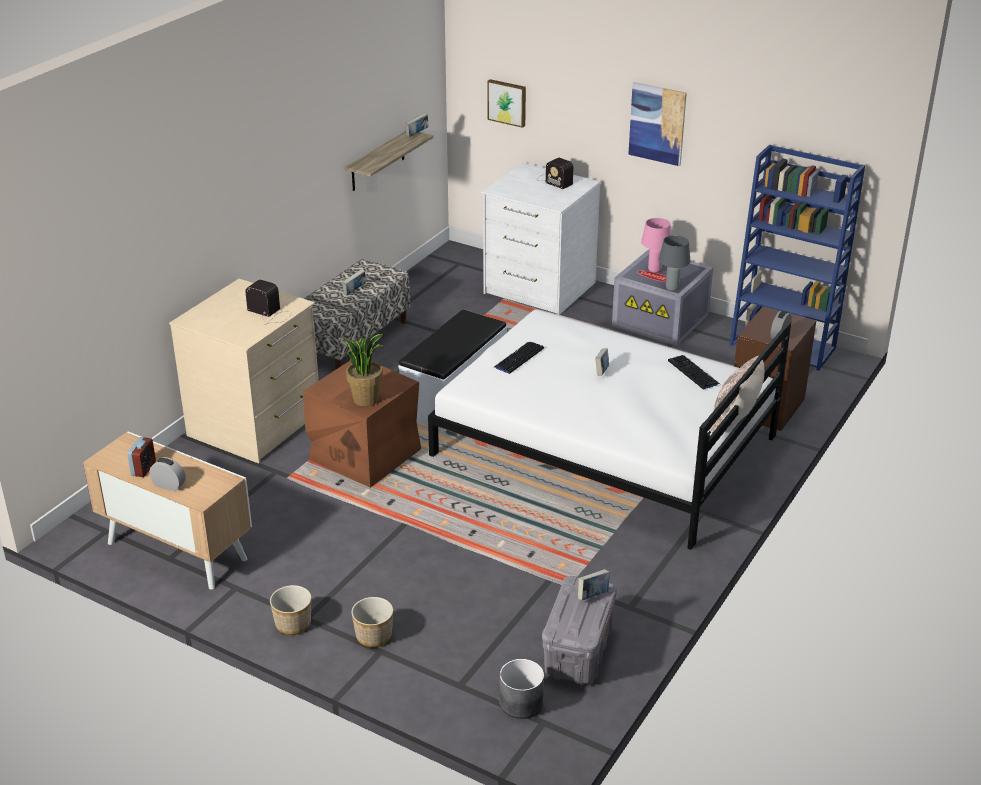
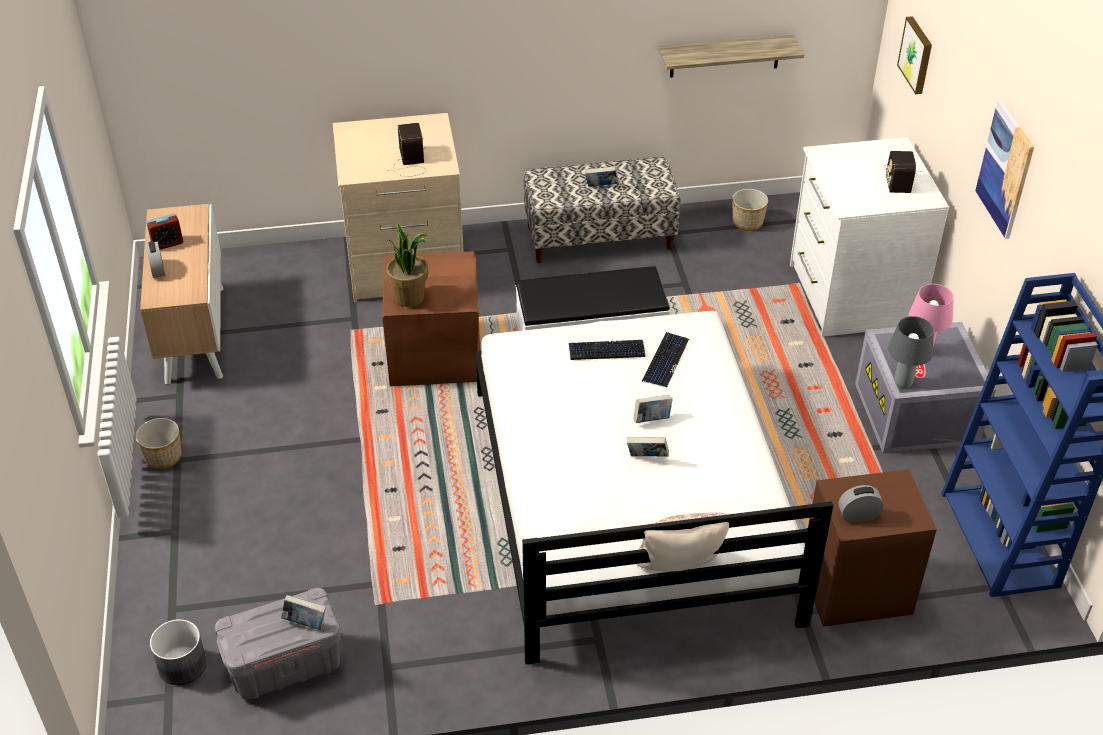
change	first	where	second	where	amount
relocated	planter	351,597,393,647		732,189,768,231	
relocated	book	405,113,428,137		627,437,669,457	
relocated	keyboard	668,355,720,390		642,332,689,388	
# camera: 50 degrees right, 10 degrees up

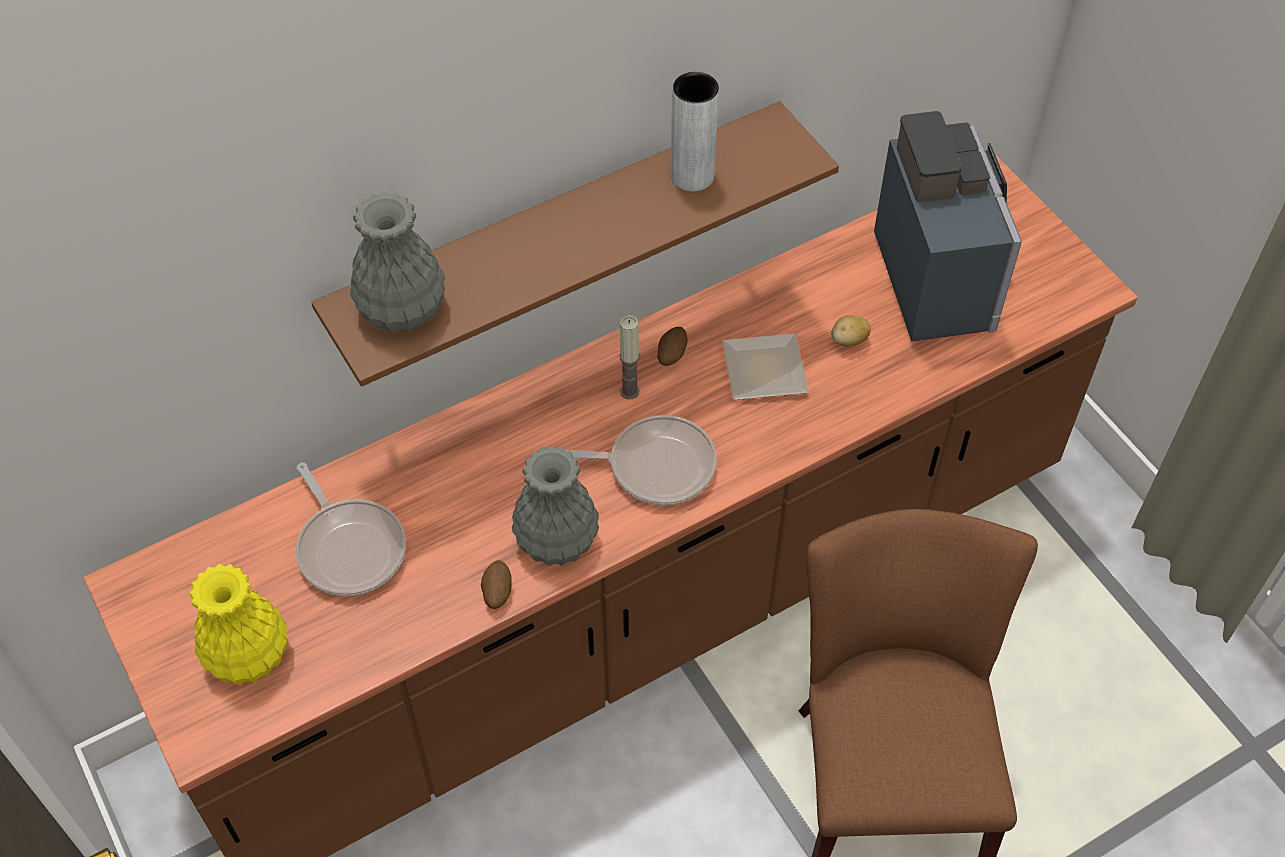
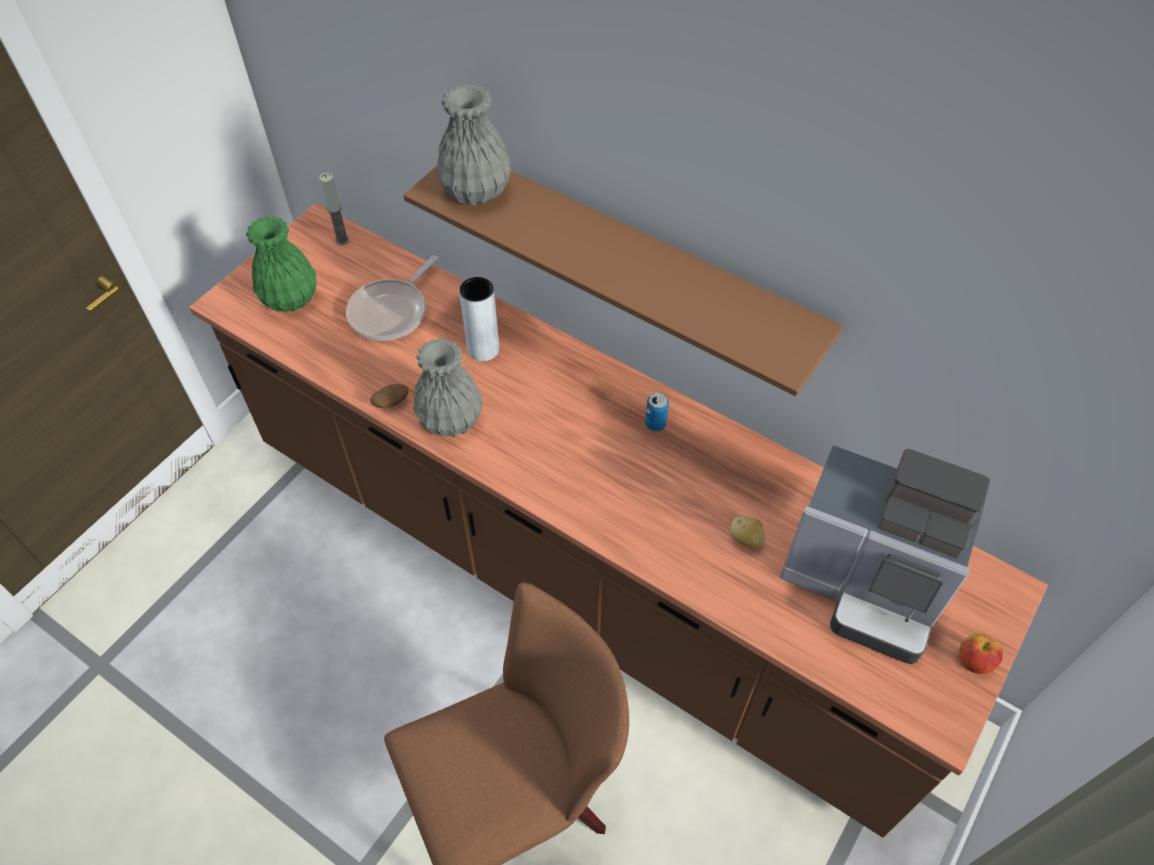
change	first	where	second	where	amount
missing	frying pan	565,415,717,506			
missing	plate	722,333,808,400			
appeared			apple	959,633,1003,674	
relocated	candle	619,315,640,399		319,173,349,245	
relocated	grey vase	671,72,719,191		459,277,499,361	
exchanged	potato	657,327,688,366	can	645,393,669,431	
colour	yellow vase	189,564,288,685	green vase	246,216,317,312	
spun	coffee machine	874,111,1022,342		780,445,990,664	60 degrees clockwise
# camera: 65 degrees right, 0 degrees up

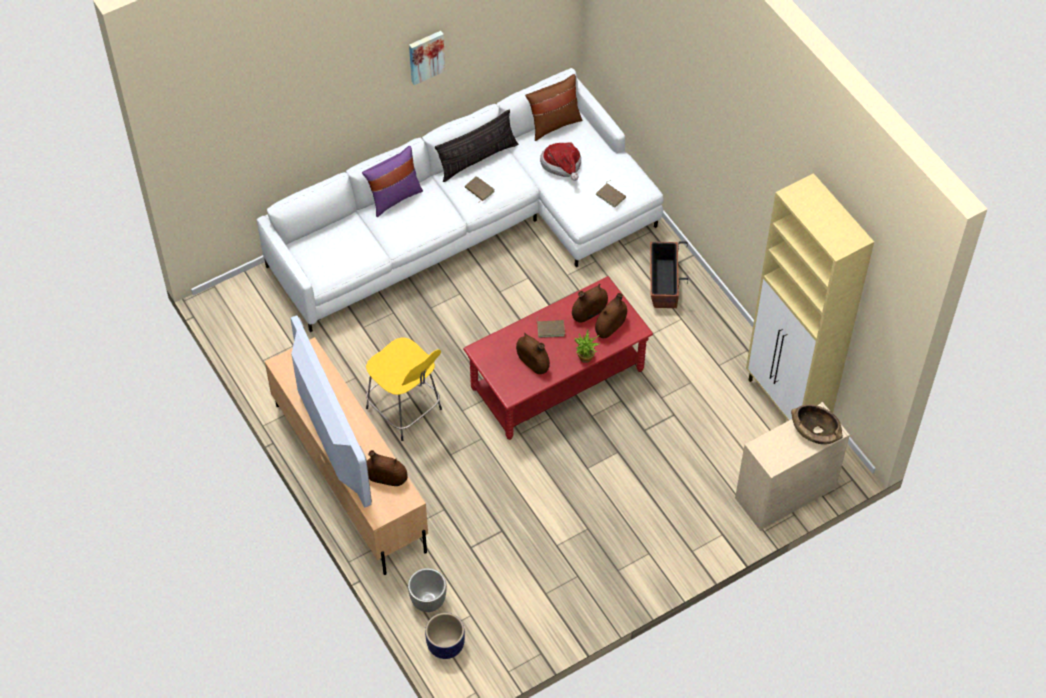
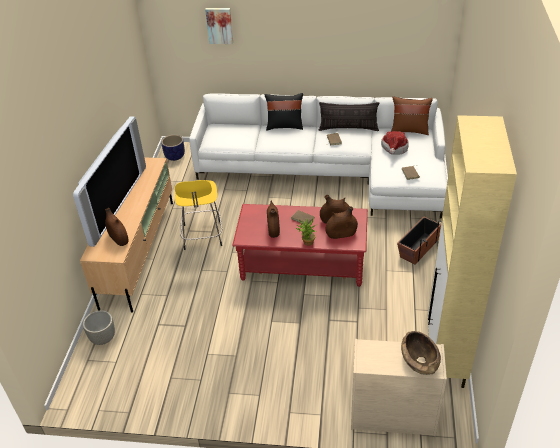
change	first	where	second	where	amount
relocated	picture	409,31,445,85		205,8,233,44	
relocated	planter	425,613,465,659		161,135,185,161	
colour	purple pillow	362,146,423,217	black pillow	264,93,303,130	
# camera: 40 degrees right, 15 degrees down

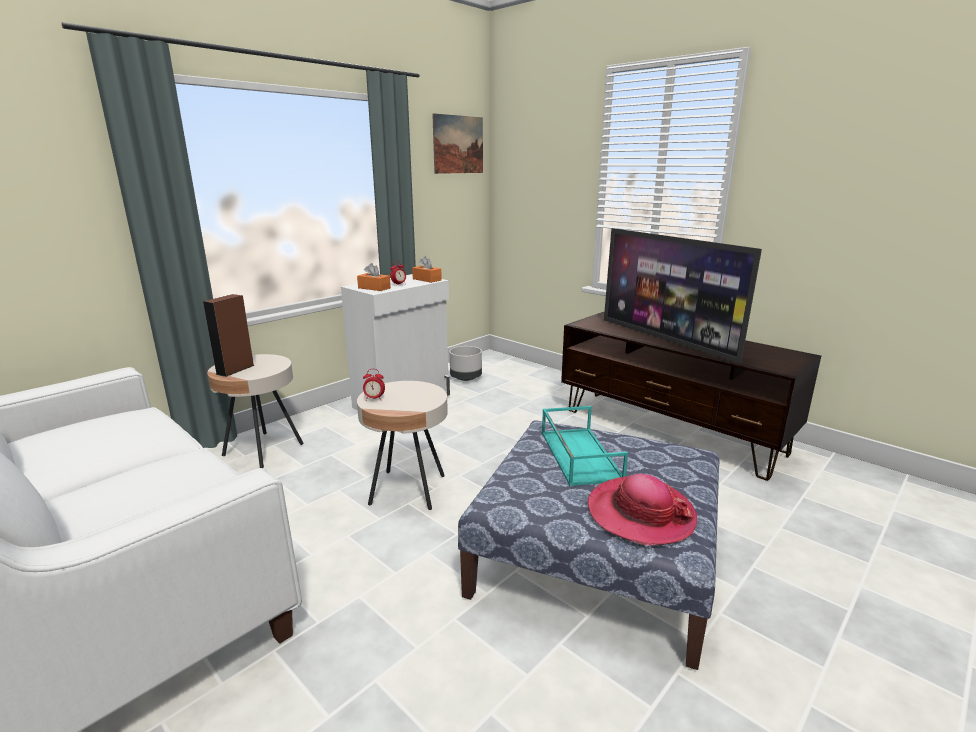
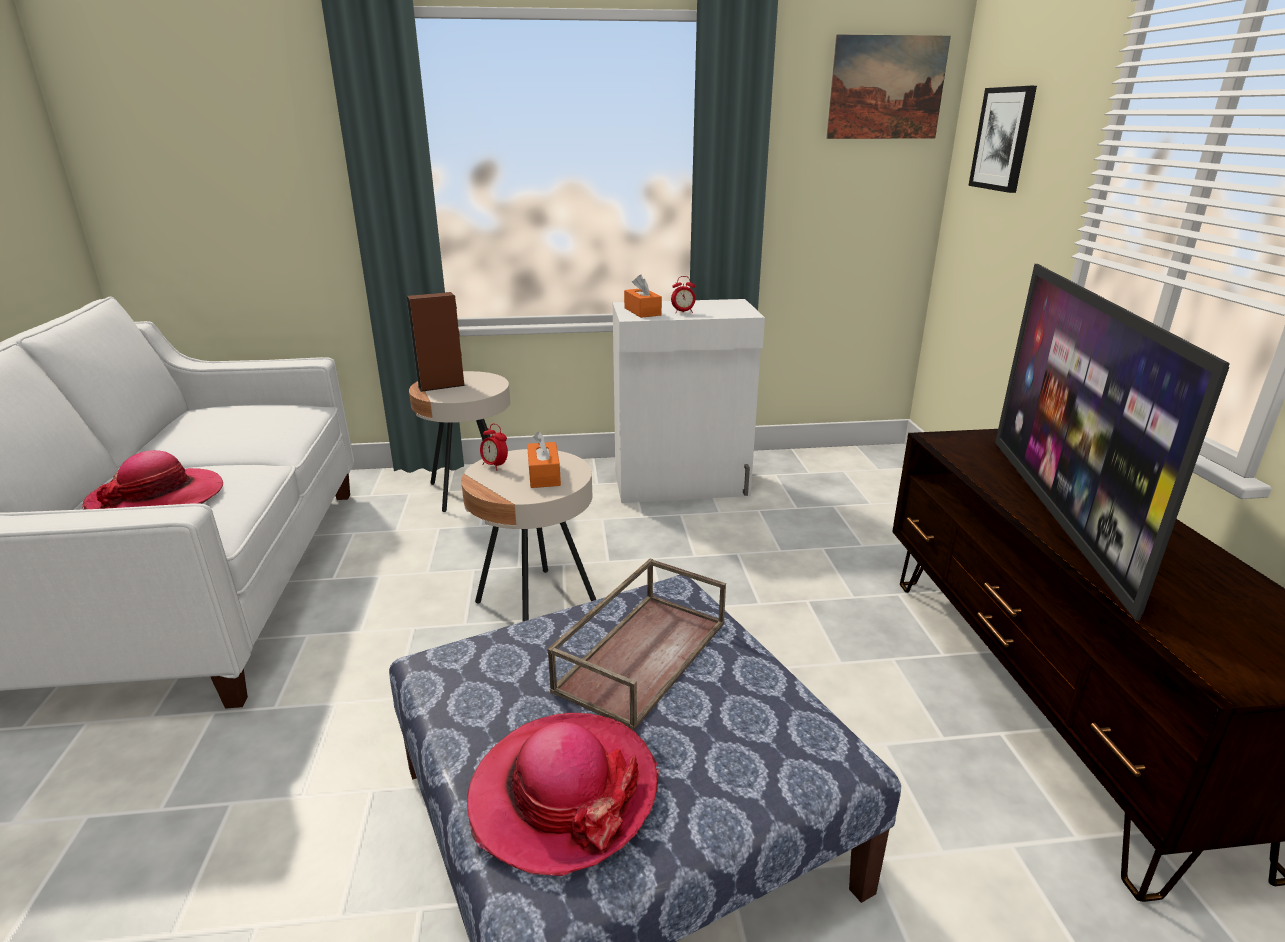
change	first	where	second	where	amount
missing	grey planter	450,346,482,381			
appeared			hat	82,450,223,509	
appeared			picture	968,86,1037,193	
relocated	orange tissue box	412,256,442,283		527,431,561,488	
colour	turquoise tray	542,406,628,486	brown tray	547,558,726,731	
# camera: 40 degrees right, 5 degrees up

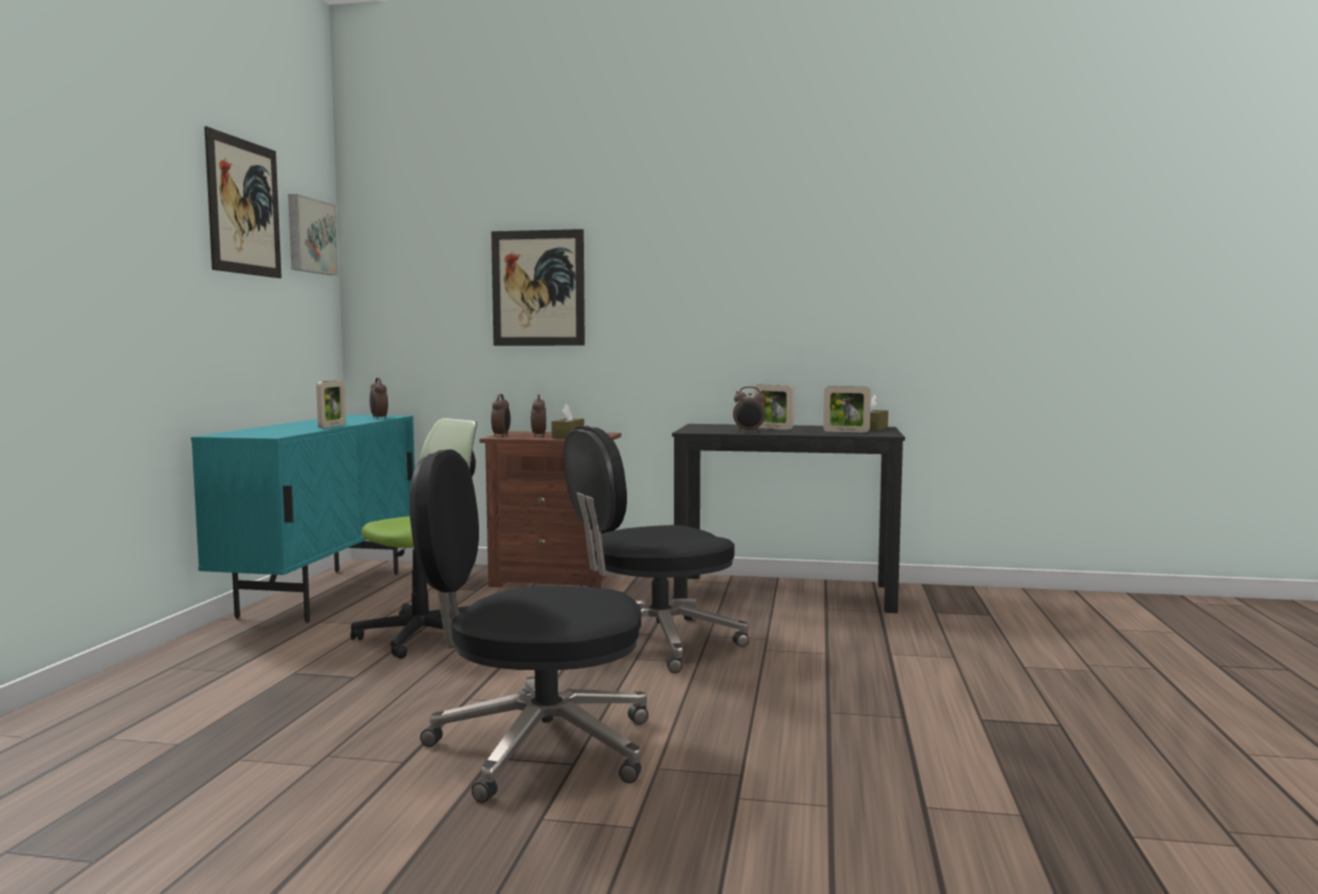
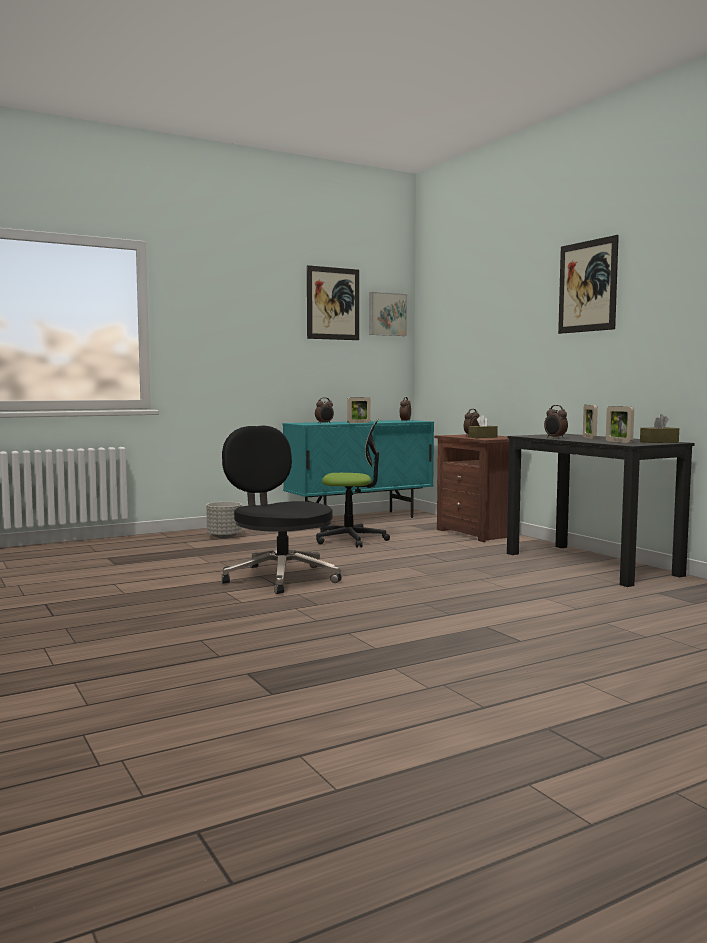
change	first	where	second	where	amount
missing	black office chair	564,426,749,673			
appeared			grey planter	206,502,242,538	
relocated	picture	491,229,585,346		558,235,619,334	
relocated	alarm clock	491,394,511,437		315,398,334,424	
# camera: 50 degrees right, 0 degrees up

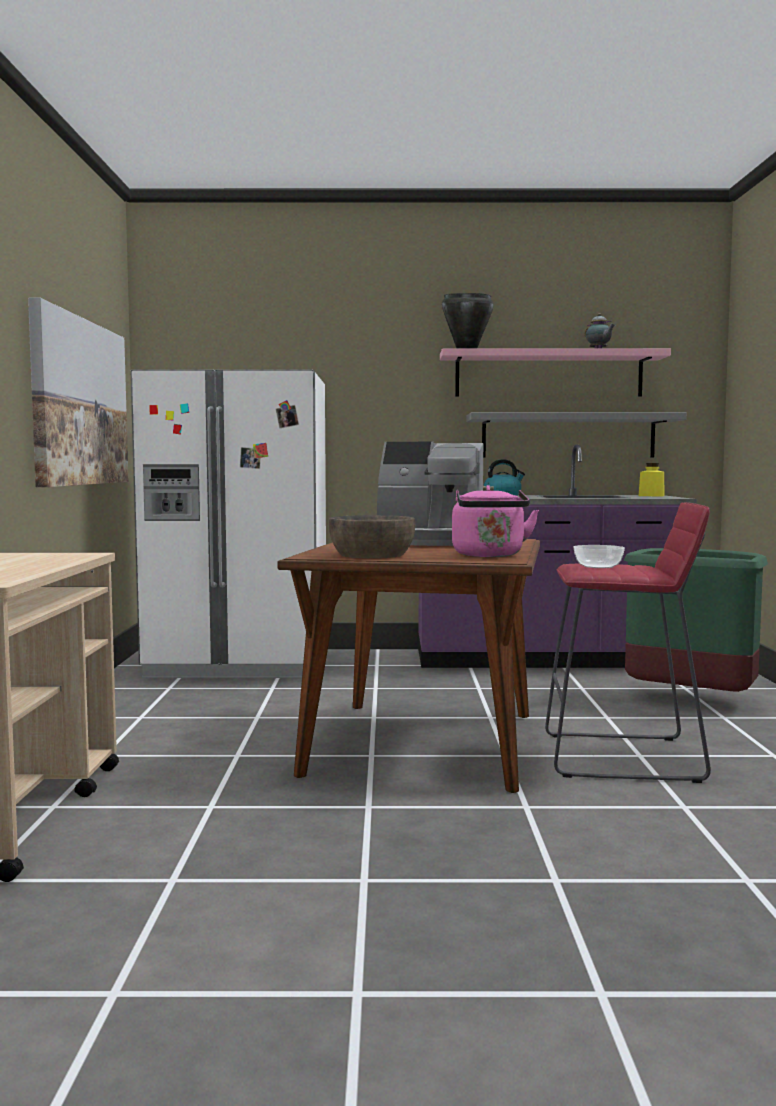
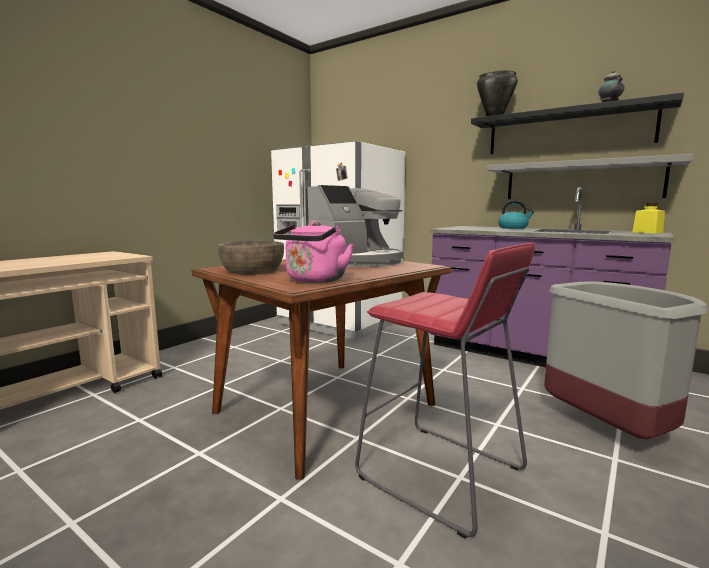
change	first	where	second	where	amount
missing	picture	28,297,128,487			
missing	bowl	573,545,625,568			
colour	pink shelf	440,348,671,397	black shelf	471,92,684,154	
colour	green trash can	624,548,768,692	grey trash can	544,281,708,439	
spun	coffee machine	377,442,483,546		307,185,404,267	90 degrees counterclockwise
# camera: 35 degrees right, 5 degrees up

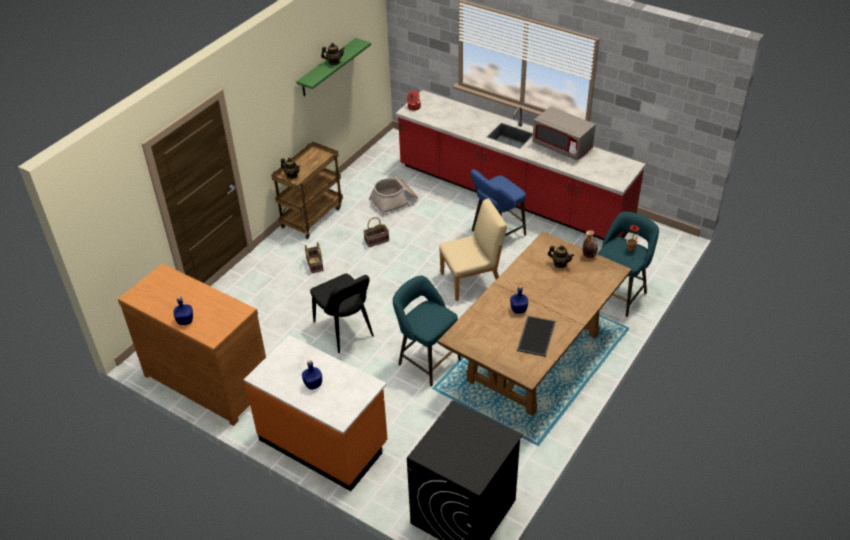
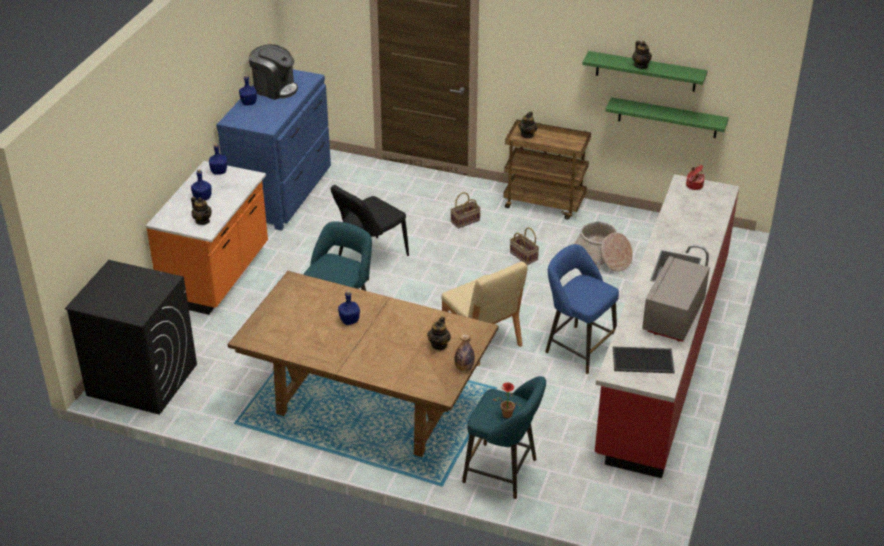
change	first	where	second	where	amount
appeared			teapot	191,197,212,225	
appeared			blue bottle	209,143,227,174	
appeared			coffee machine	249,44,298,100	
appeared			green shelf	605,97,729,138	
relocated	tray	517,316,555,357		613,346,675,373	
colour	brown dresser	118,263,266,426	blue dresser	216,69,331,231	
# camera: 75 degrees right, 5 degrees down

